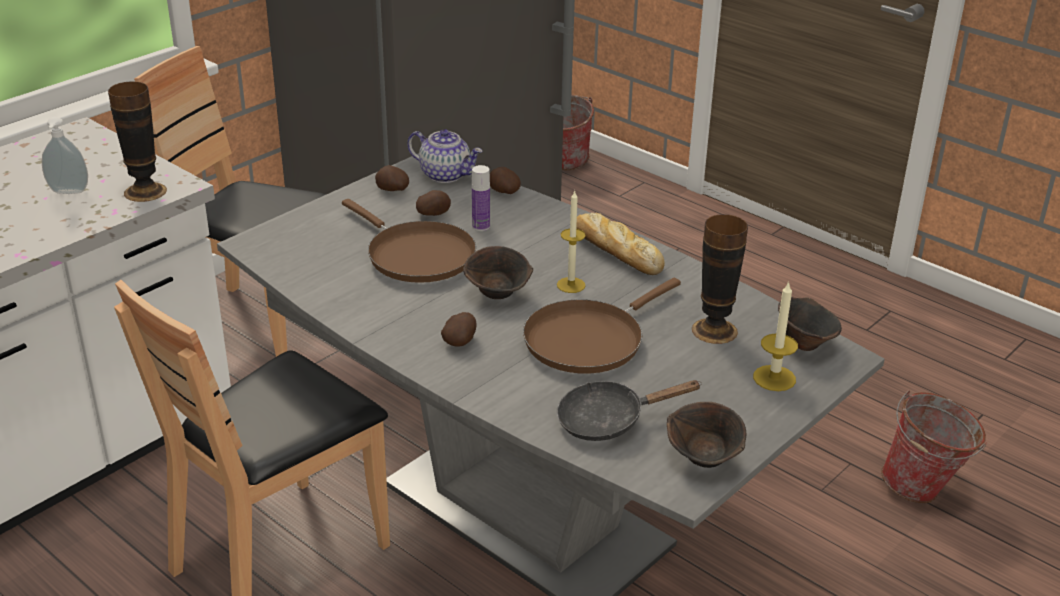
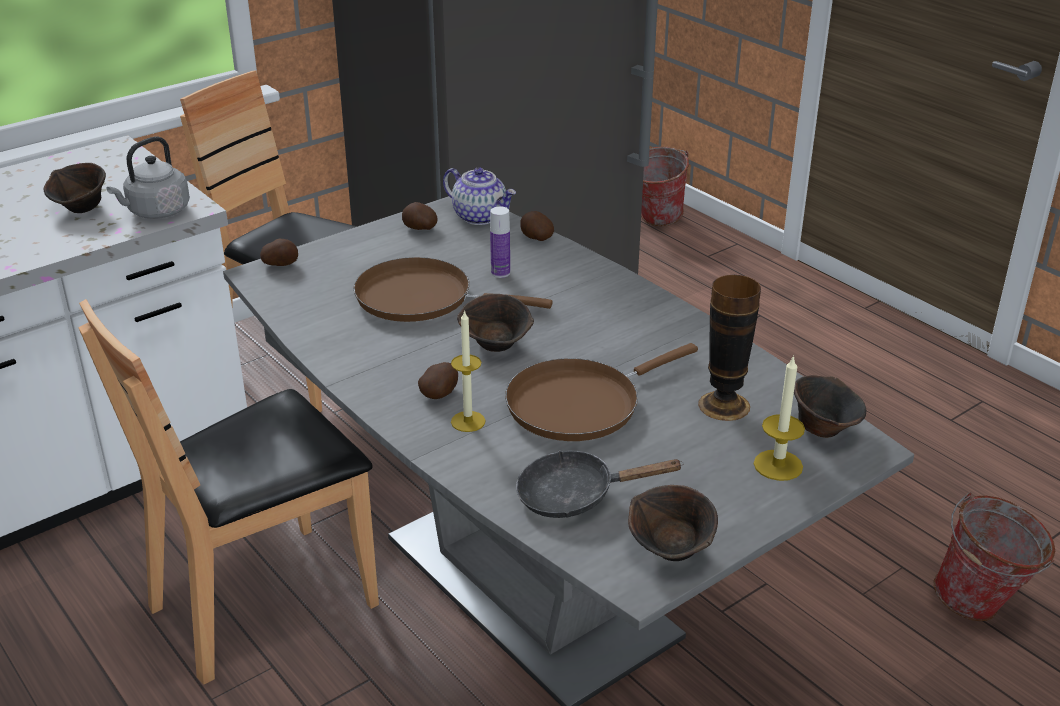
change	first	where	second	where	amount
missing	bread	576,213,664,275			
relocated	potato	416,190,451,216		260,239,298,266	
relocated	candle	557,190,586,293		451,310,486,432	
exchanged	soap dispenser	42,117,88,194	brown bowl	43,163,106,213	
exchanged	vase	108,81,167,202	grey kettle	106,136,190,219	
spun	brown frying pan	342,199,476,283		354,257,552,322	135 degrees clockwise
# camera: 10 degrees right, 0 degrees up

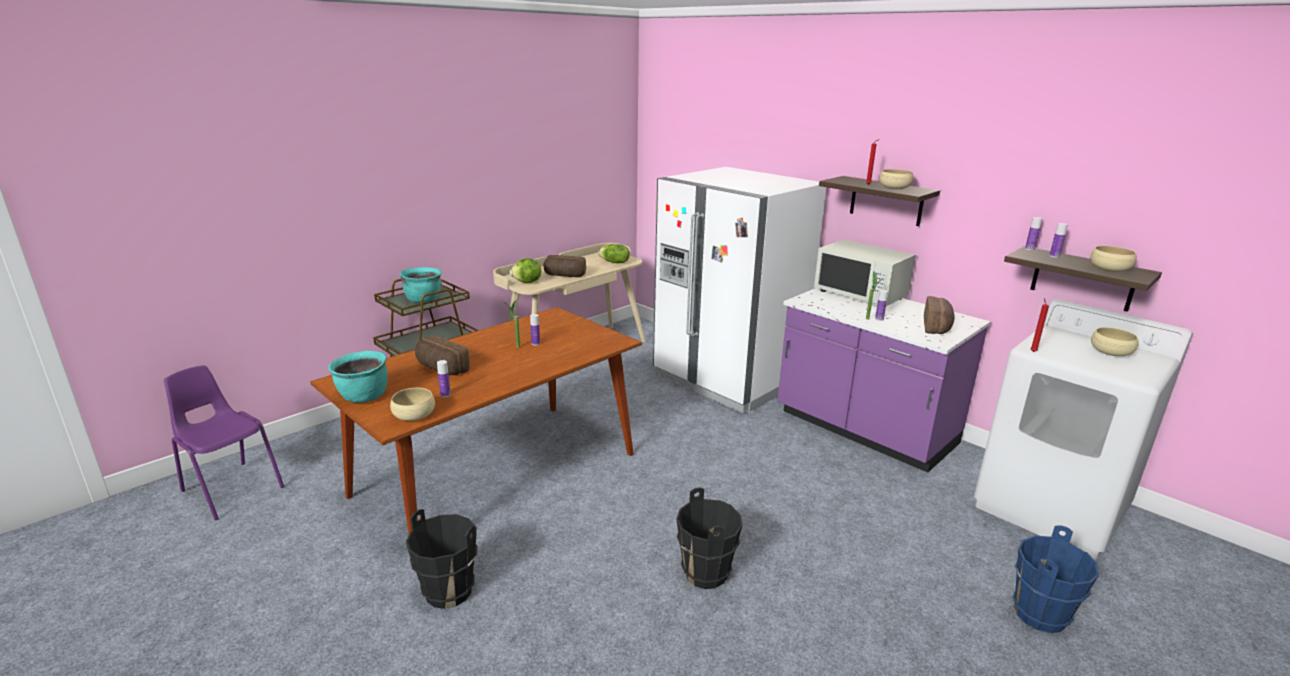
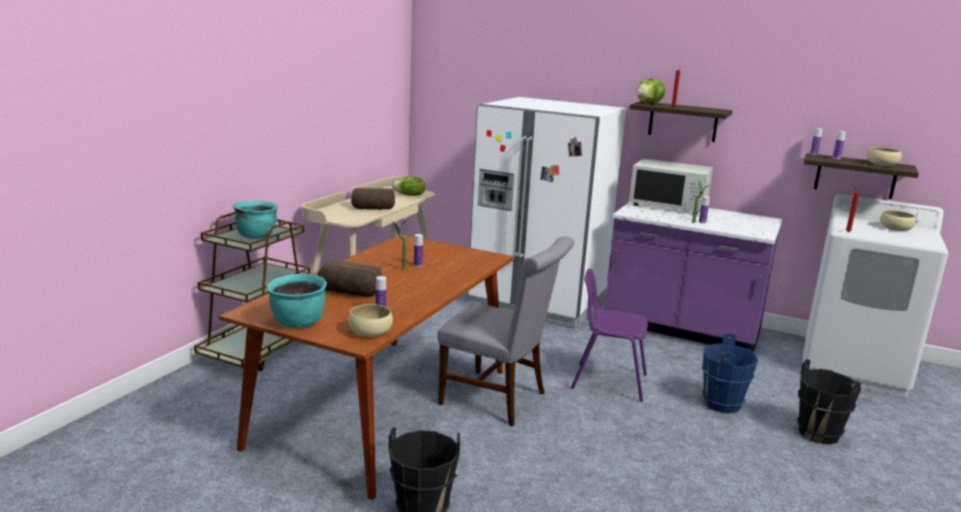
change	first	where	second	where	amount
missing	beige bowl	879,169,914,189			
missing	bread	924,296,955,334			
appeared			grey chair	437,236,574,426	
relocated	purple chair	164,365,284,520		571,268,648,402	
relocated	lettuce	510,258,541,283		637,78,666,104	
relocated	black bucket	676,487,743,589		797,359,862,444	
relocated	blue bucket	1013,525,1099,633		702,333,759,413	
# camera: 20 degrees left, 5 degrees down

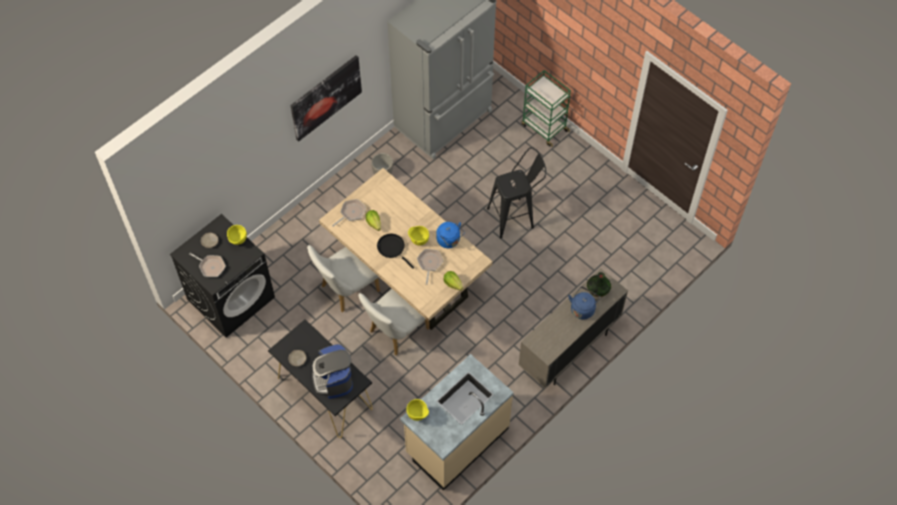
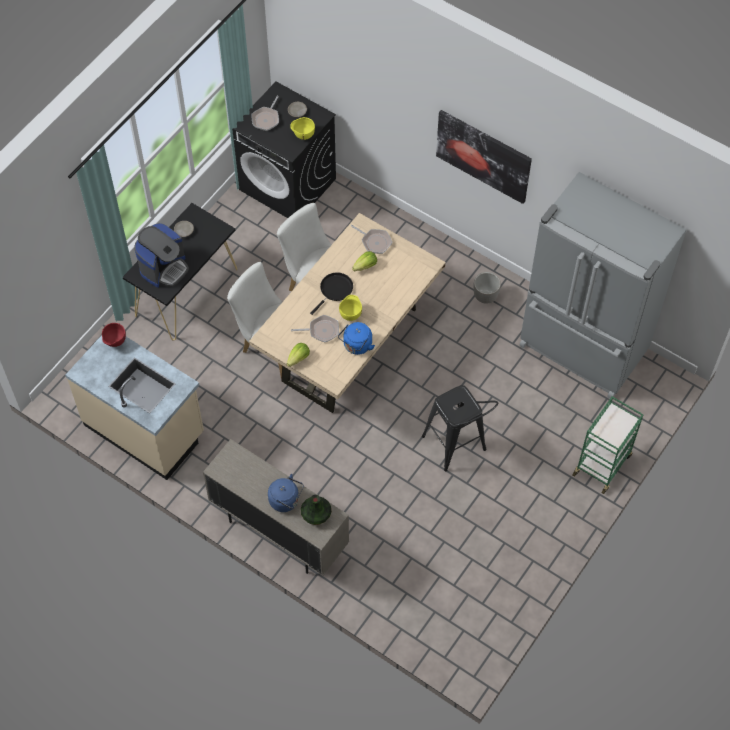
change	first	where	second	where	amount
colour	yellow bowl	406,399,429,421	red bowl	102,323,126,347	
spun	coffee machine	312,344,353,399		135,223,189,288	150 degrees clockwise
# camera: 80 degrees right, 0 degrees up

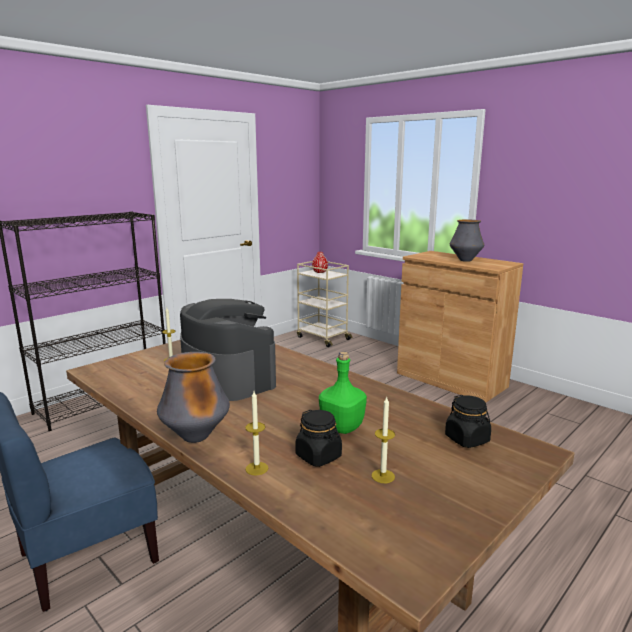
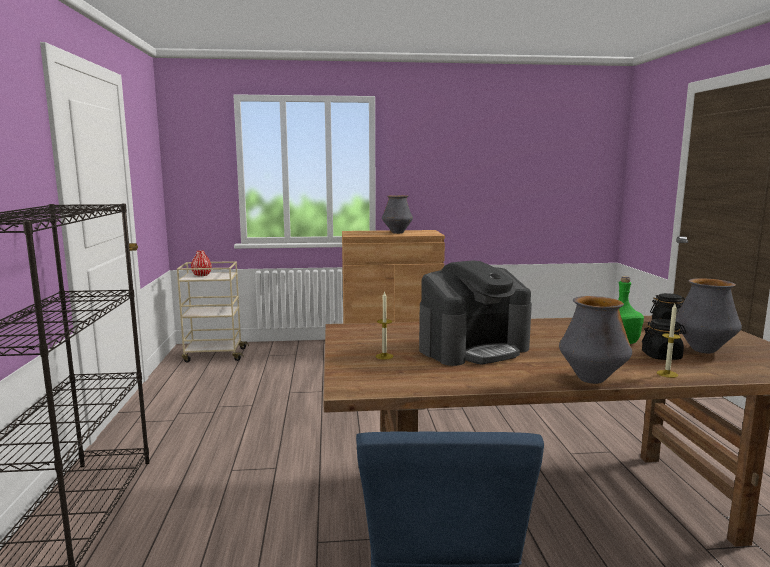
change	first	where	second	where	amount
exchanged	candle	371,396,395,483	vase	676,278,742,353	
spun	coffee machine	180,299,276,401		419,260,532,366	150 degrees clockwise
# camera: 50 degrees left, 5 degrees down

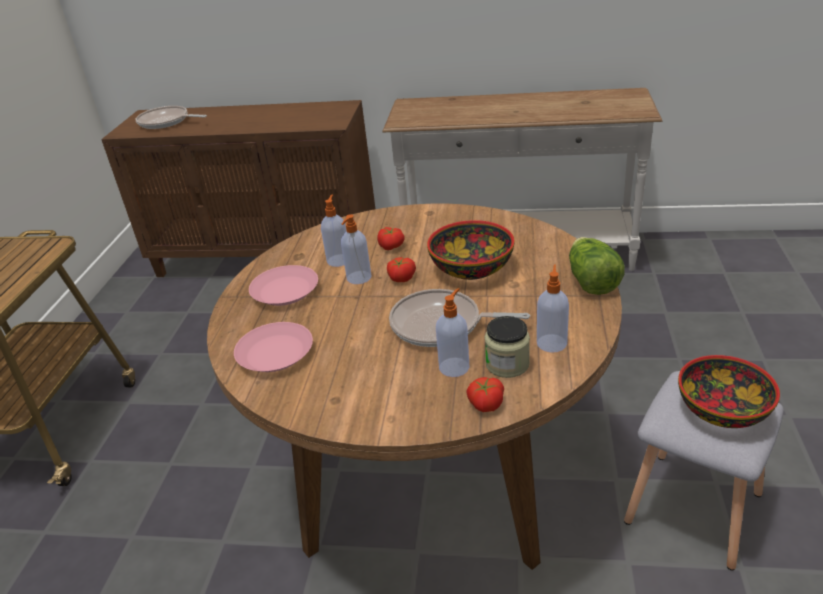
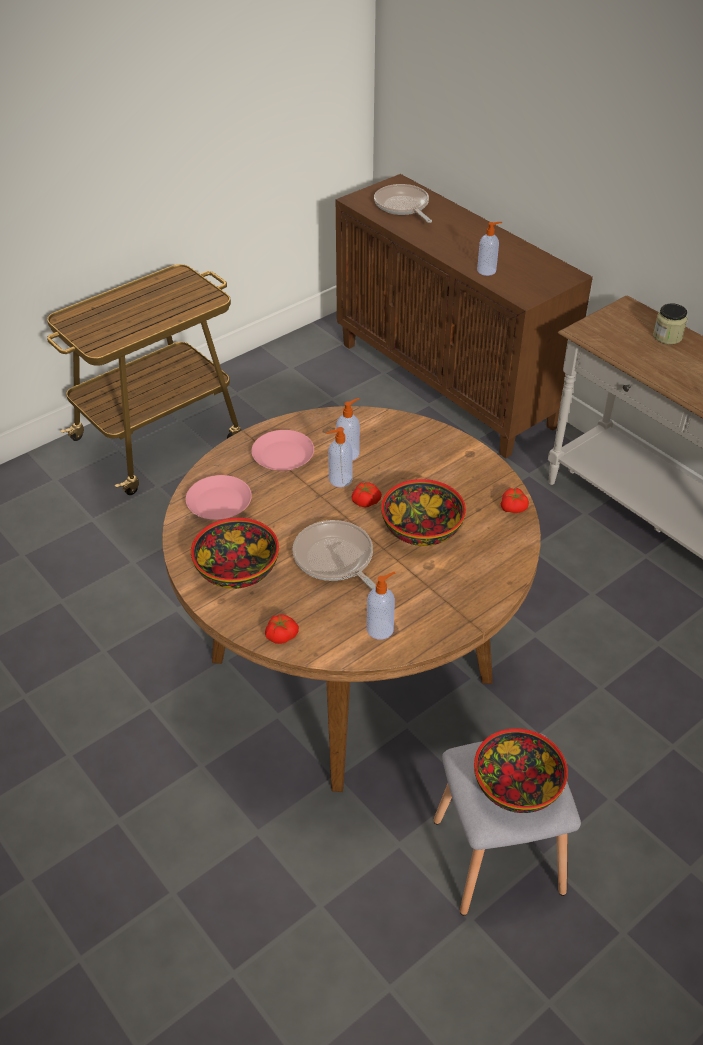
change	first	where	second	where	amount
missing	lettuce	569,237,625,295			
appeared			bowl	191,518,279,589	
relocated	tomato	377,227,405,250		501,488,529,513	
relocated	soap dispenser	436,288,469,377		477,222,502,276	
relocated	jar	485,316,530,378		653,303,687,344	
# camera: 40 degrees right, 10 degrees up

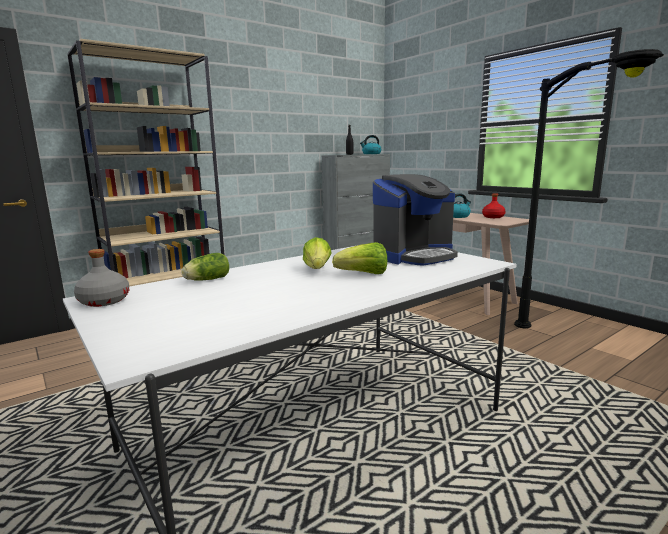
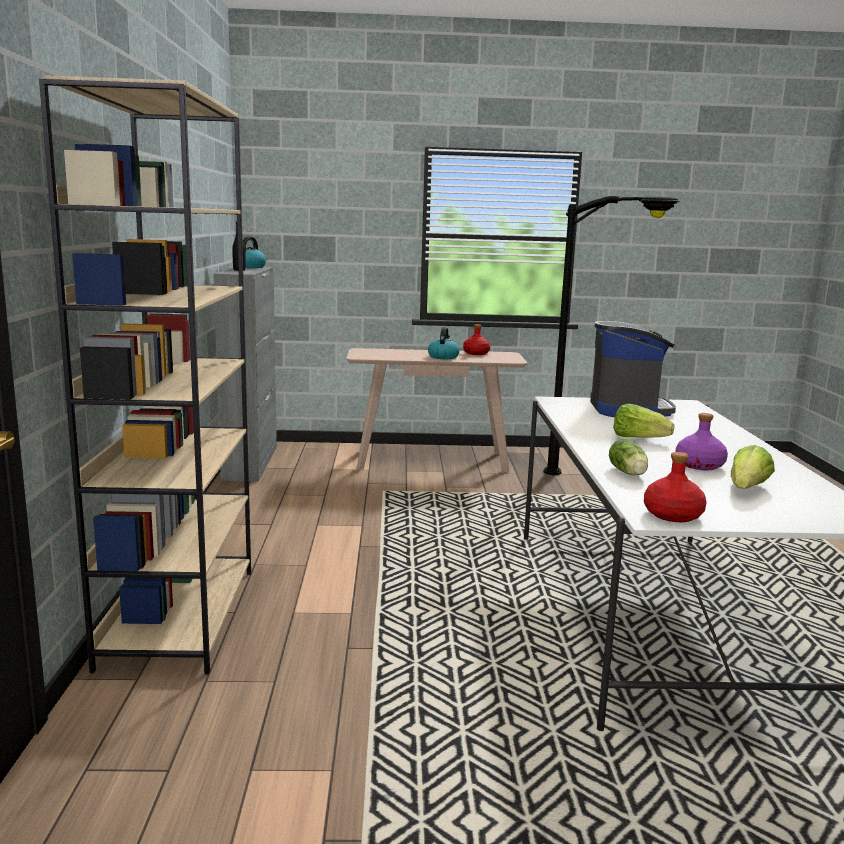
change	first	where	second	where	amount
appeared			purple bottle	676,413,728,470	
relocated	lettuce	332,242,387,274		731,445,775,489	
colour	grey bottle	74,249,130,307	red bottle	644,452,707,522	
# camera: 55 degrees left, 0 degrees up

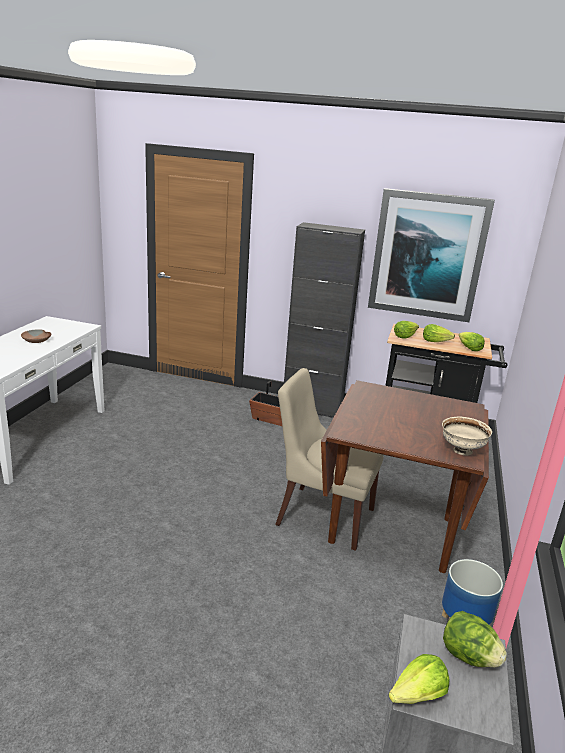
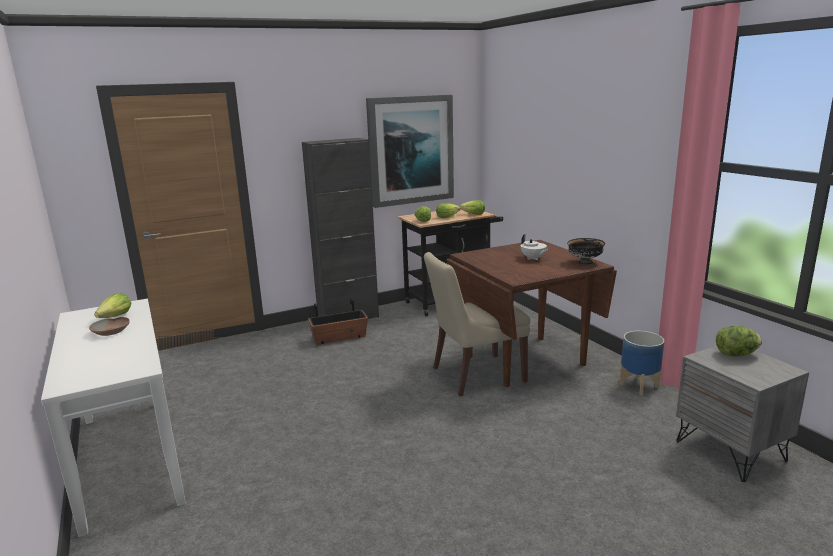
change	first	where	second	where	amount
appeared			white teapot	521,234,547,260	
relocated	lettuce	389,654,449,704		94,293,132,318	
colour	beige bowl	442,417,492,455	black bowl	567,238,605,264	
# camera: 40 degrees left, 5 degrees down

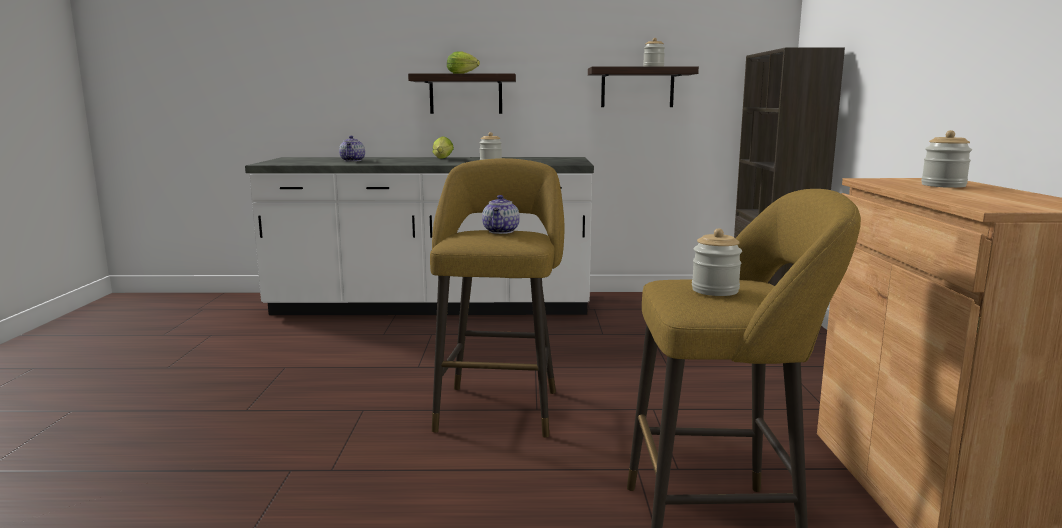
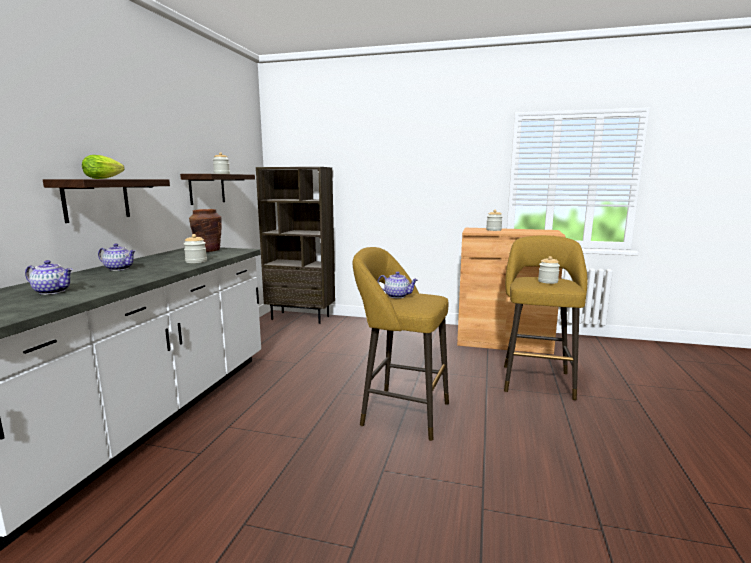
change	first	where	second	where	amount
appeared			brown vase	189,209,222,252	
exchanged	lettuce	433,136,454,159	teapot	98,244,136,271	
# camera: 75 degrees left, 0 degrees up

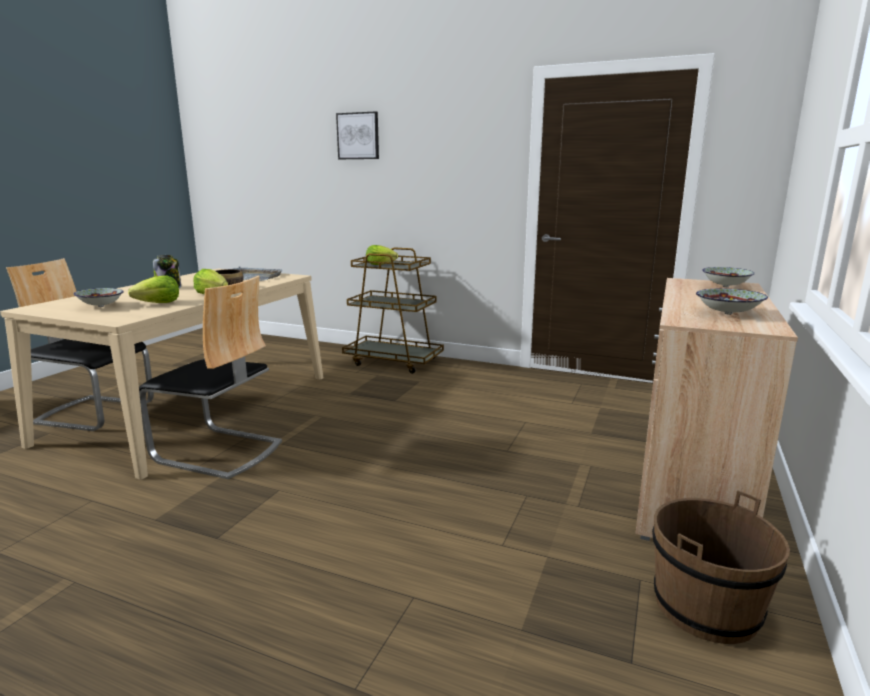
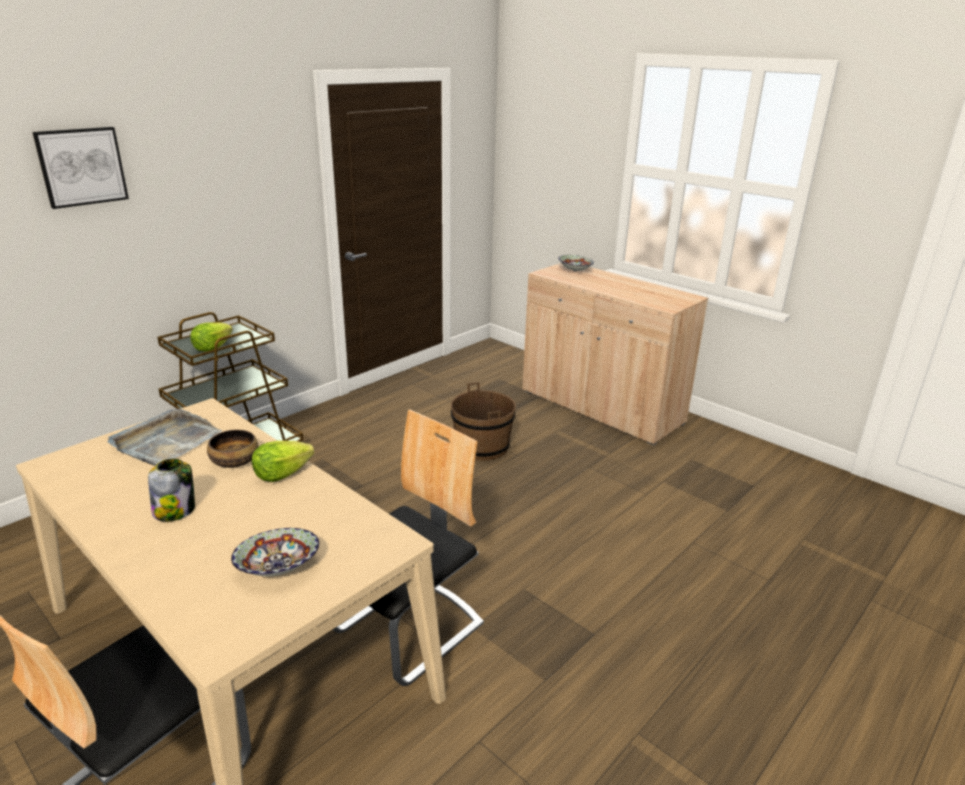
change	first	where	second	where	amount
missing	lettuce	128,275,179,303			
missing	bowl	696,289,768,315			
relocated	brown bucket	652,490,790,644		451,382,516,461	
# camera: 70 degrees left, 10 degrees up

